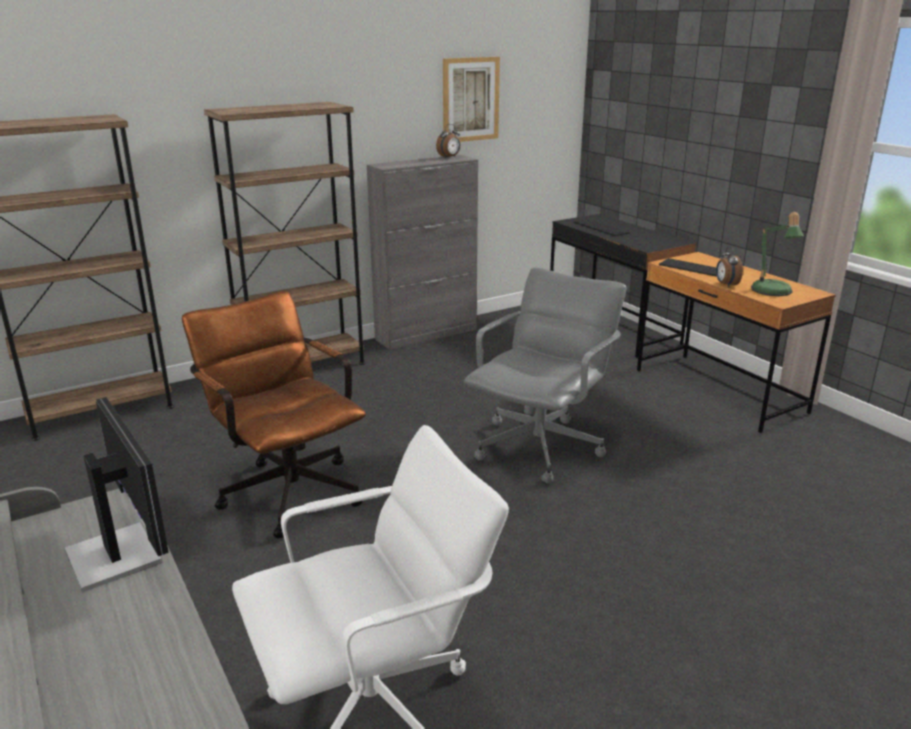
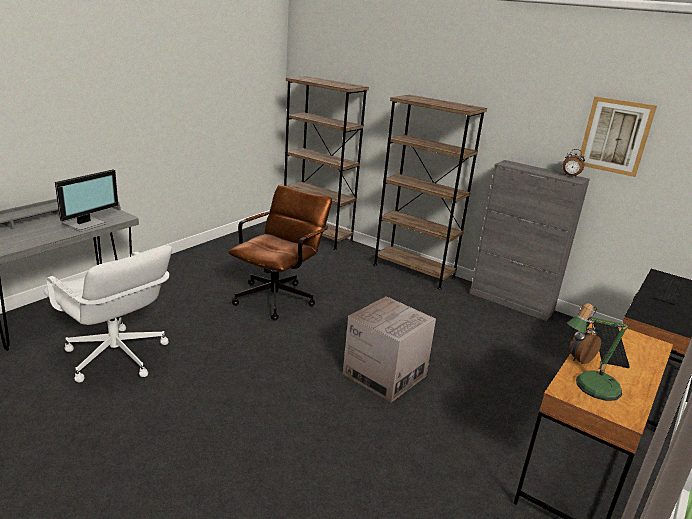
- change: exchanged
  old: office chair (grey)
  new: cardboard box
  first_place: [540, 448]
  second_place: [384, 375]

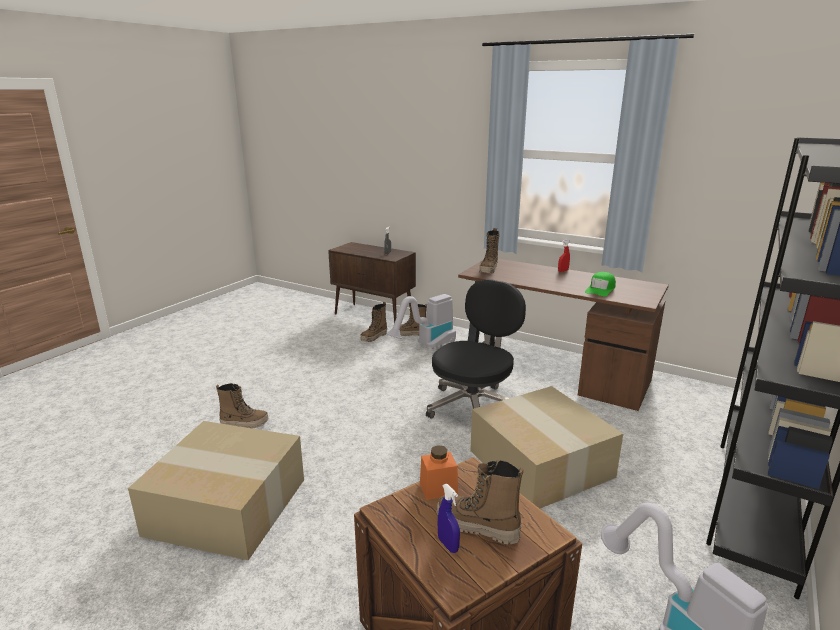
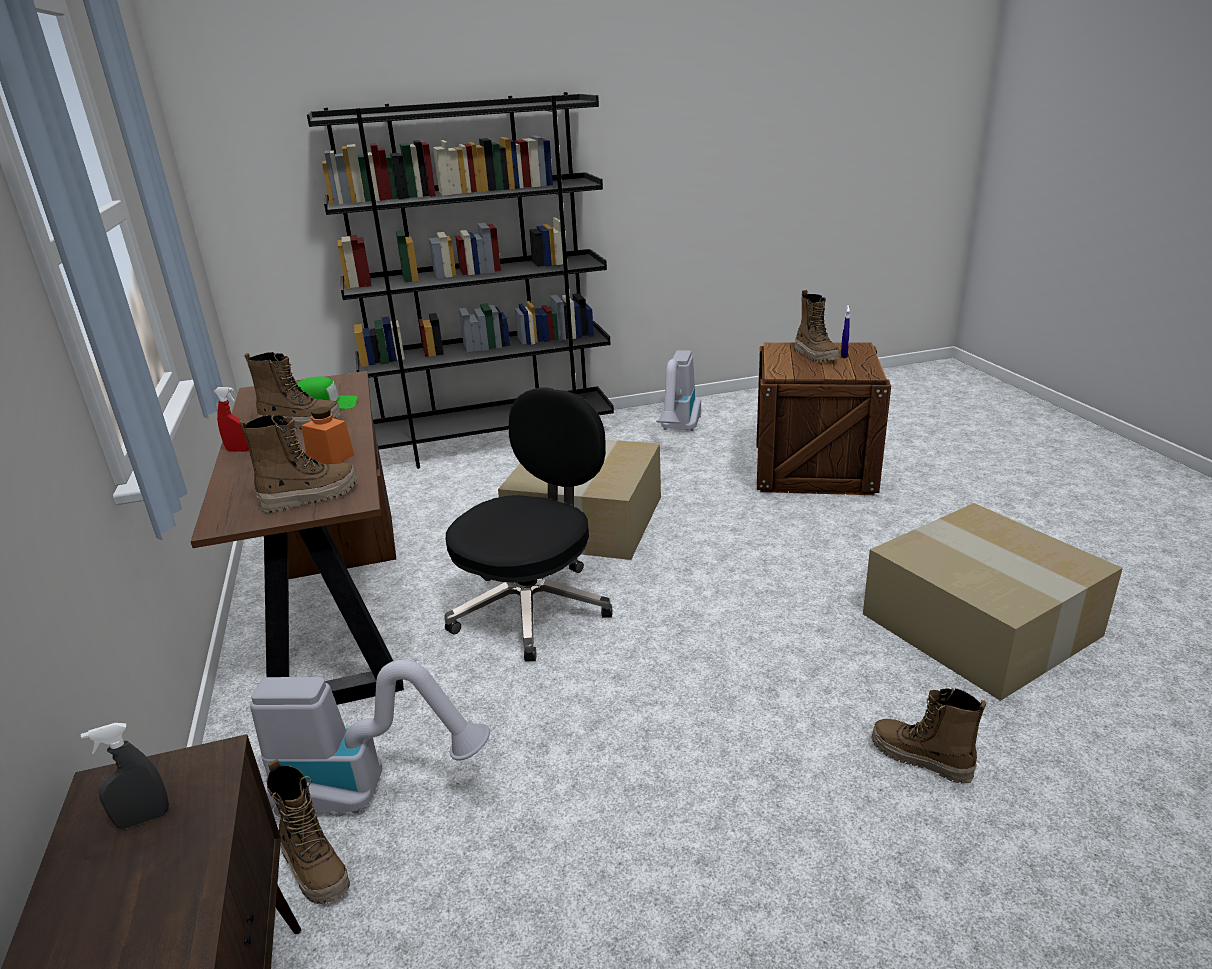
- change: spun
  old: office chair (black)
  first_place: [474, 406]
  second_place: [533, 607]
  degrees: 135
- change: relocated
  old: boot
  first_place: [374, 337]
  second_place: [301, 425]
- change: relocated
  old: jar (orange)
  first_place: [438, 488]
  second_place: [331, 457]

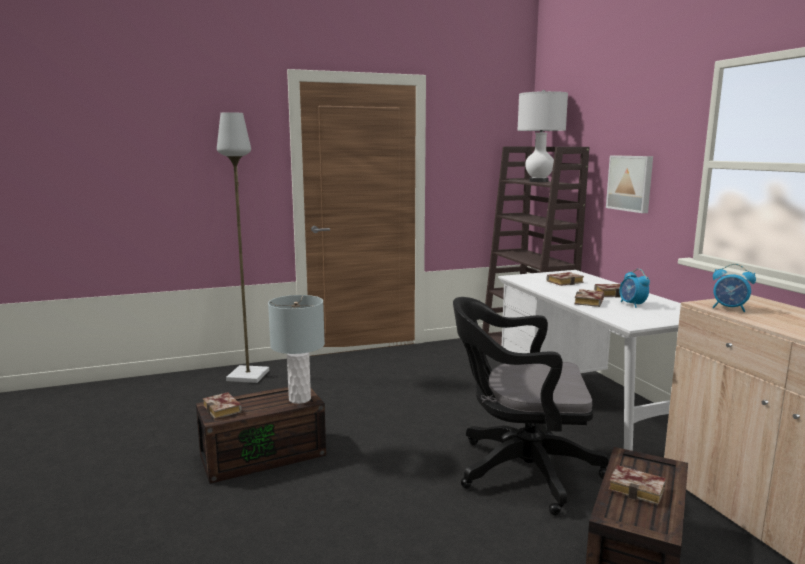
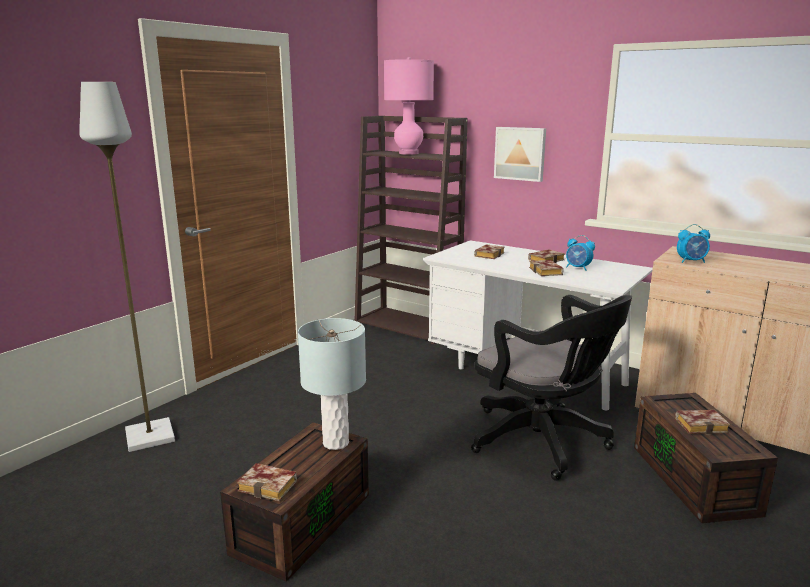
- change: colour
  old: table lamp (white)
  new: table lamp (pink)
  first_place: [538, 181]
  second_place: [408, 153]
- change: spun
  old: office chair (black)
  first_place: [519, 470]
  second_place: [543, 442]
  degrees: -105

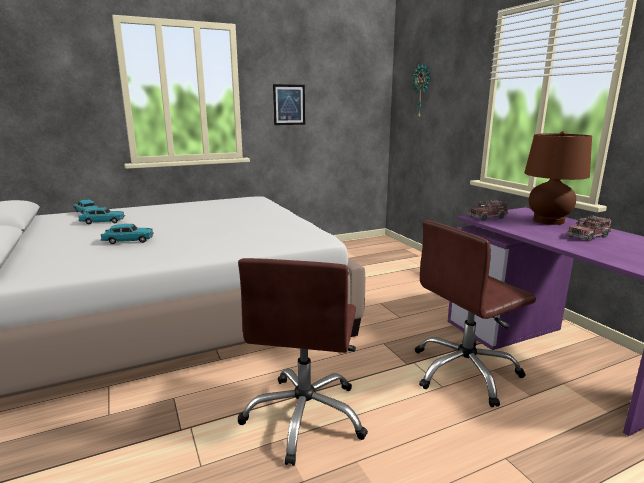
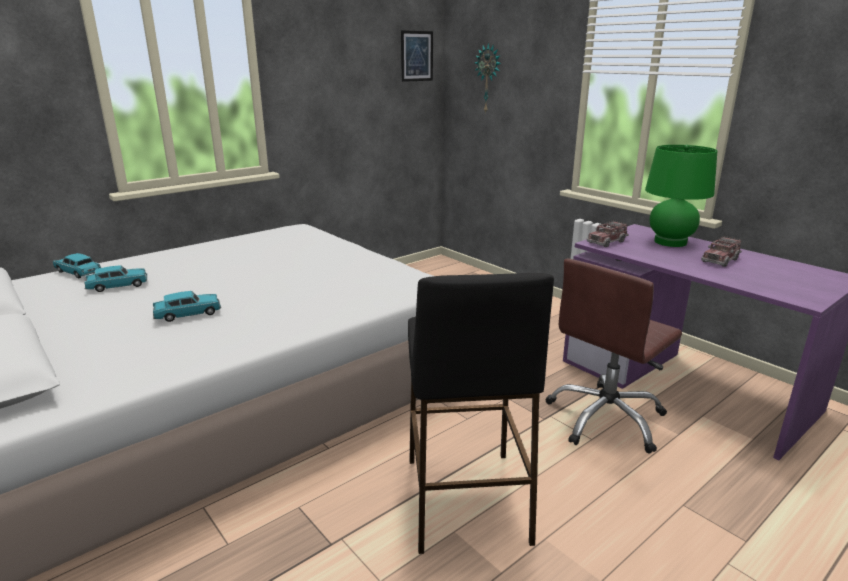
- change: relocated
  old: picture
  first_place: [289, 104]
  second_place: [416, 56]
- change: colour
  old: table lamp (brown)
  new: table lamp (green)
  first_place: [548, 221]
  second_place: [670, 242]
- change: exchanged
  old: office chair (brown)
  new: stool (black)
  first_place: [305, 416]
  second_place: [466, 500]

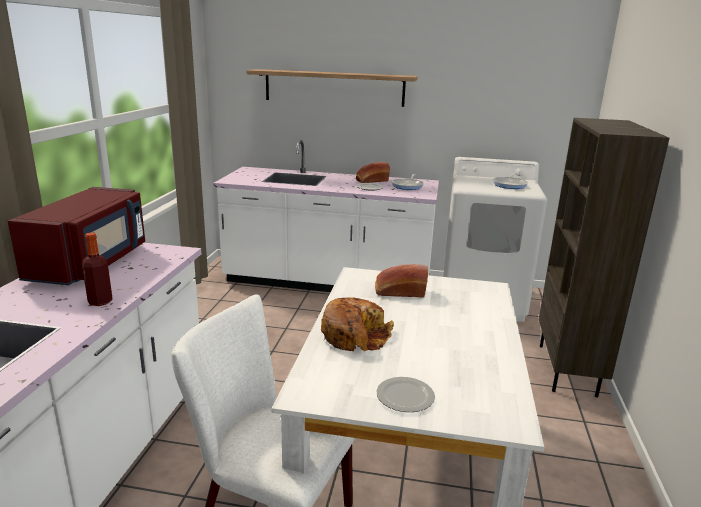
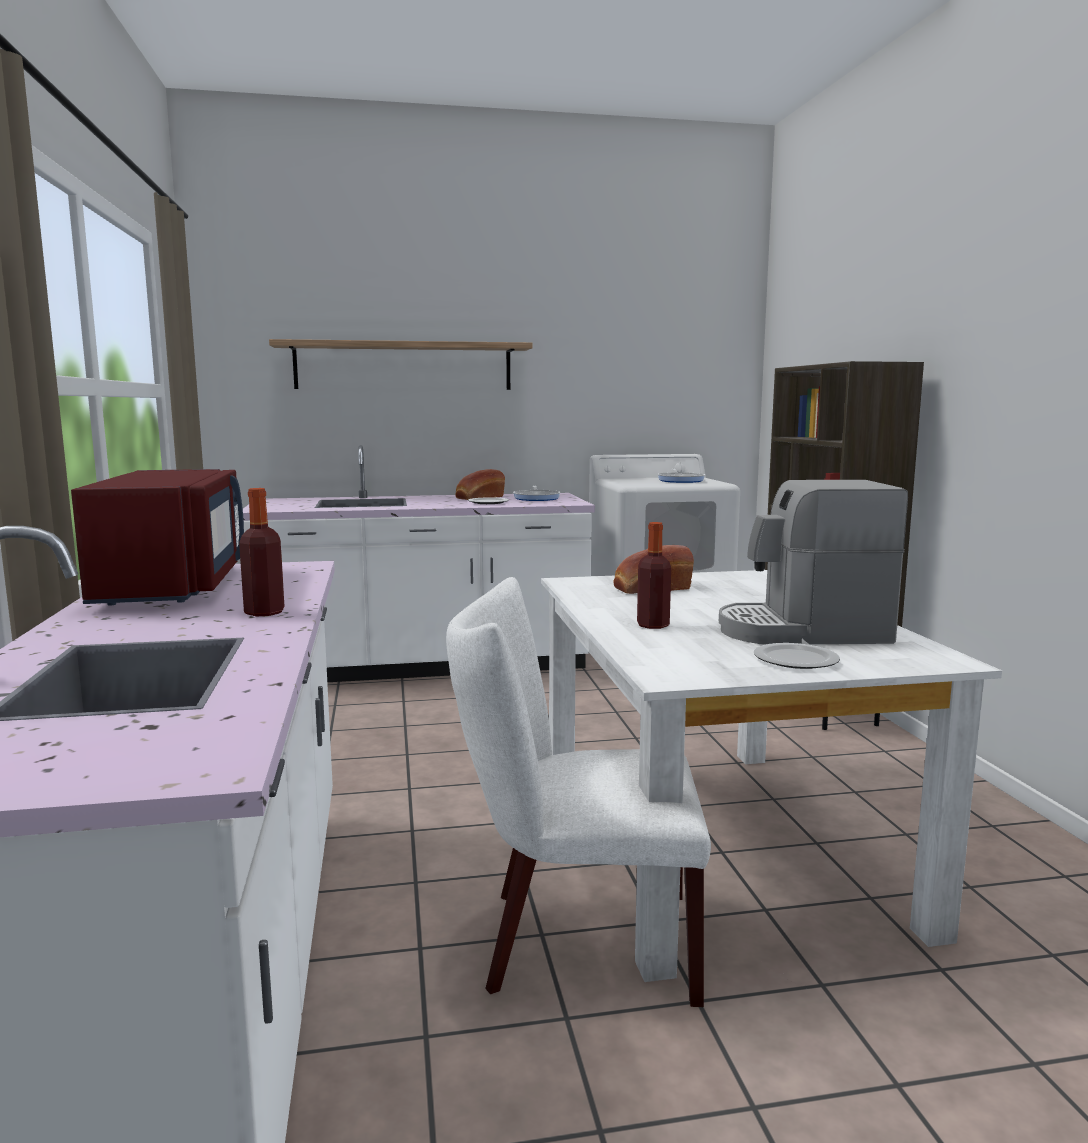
- change: exchanged
  old: bread
  new: bottle
  first_place: [355, 335]
  second_place: [653, 625]
- change: appeared
  new: coffee machine
  second_place: [802, 631]

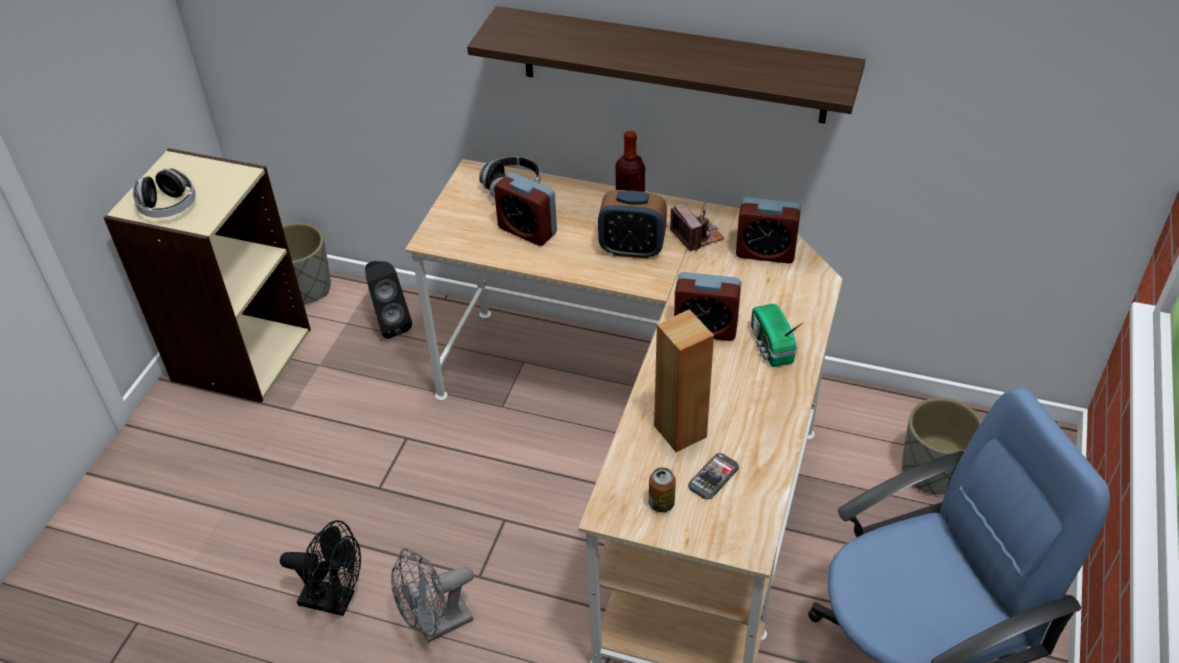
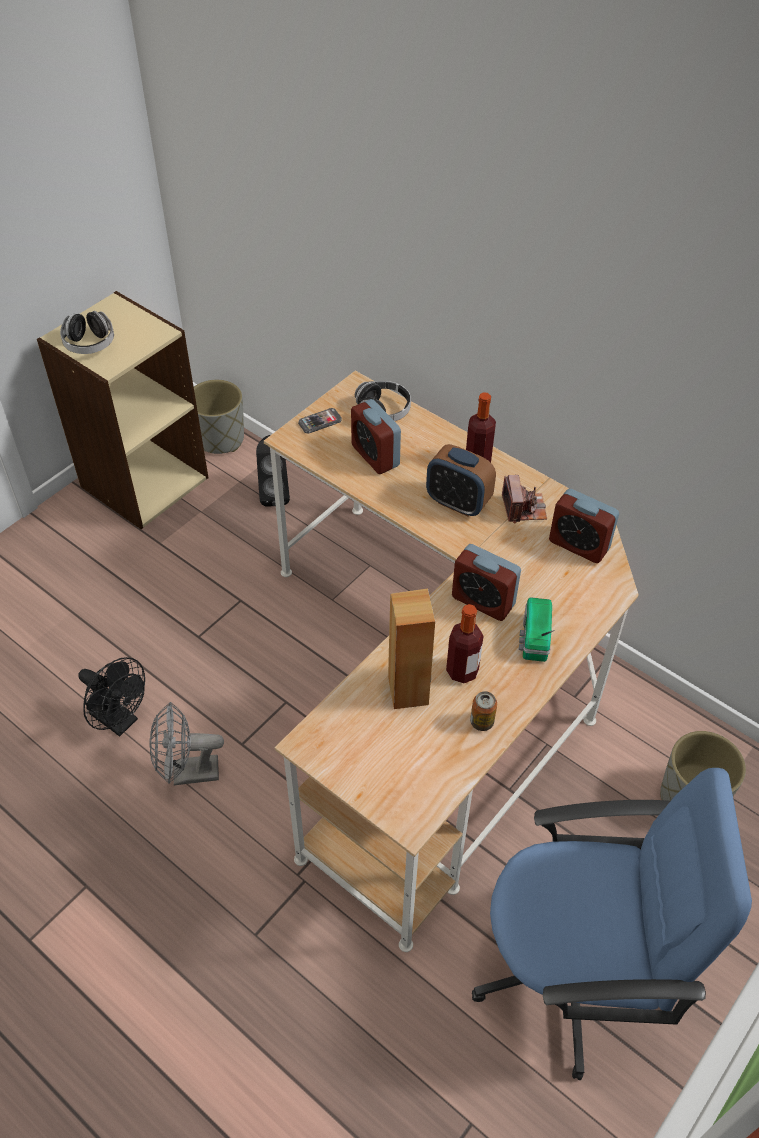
- change: missing
  old: shelf
  first_place: [672, 65]
- change: relocated
  old: phone
  first_place: [713, 477]
  second_place: [320, 422]
- change: relocated
  old: can
  first_place: [661, 503]
  second_place: [482, 722]
- change: appeared
  new: bottle
  second_place: [462, 671]

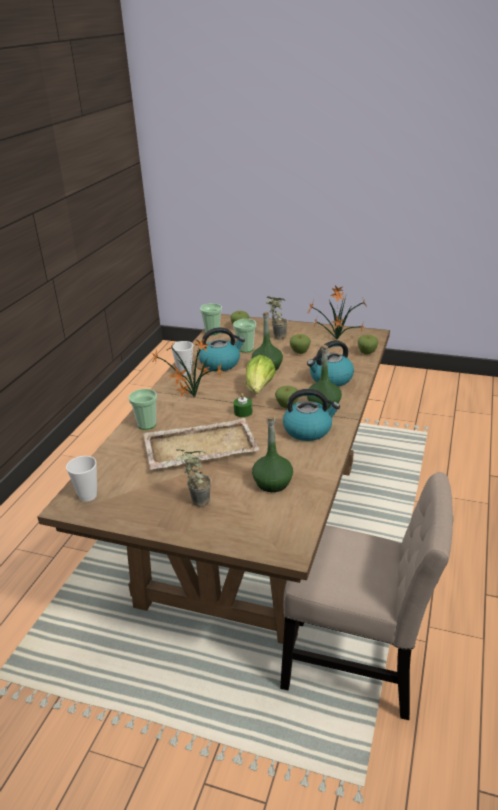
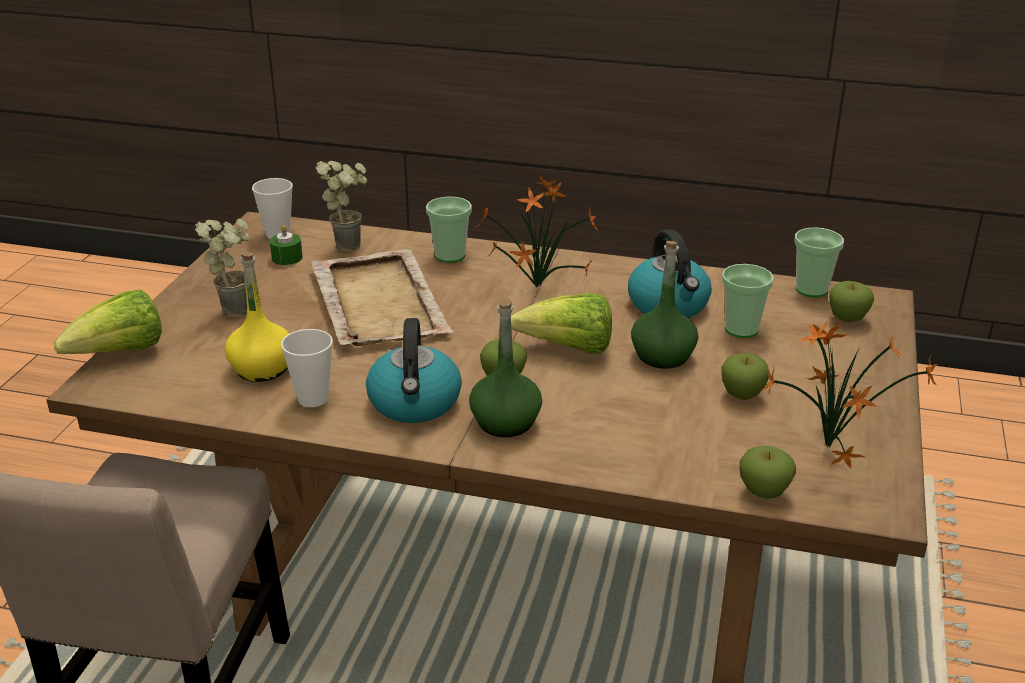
- change: relocated
  old: potted plant
  first_place: [276, 337]
  second_place: [350, 244]
- change: missing
  old: kettle
  first_place: [330, 379]
- change: relocated
  old: cup
  first_place: [184, 372]
  second_place: [313, 399]
- change: relocated
  old: candle (green)
  first_place: [243, 412]
  second_place: [287, 258]
- change: colour
  old: bottle (green)
  new: bottle (yellow)
  first_place: [272, 483]
  second_place: [262, 368]
- change: appeared
  new: lettuce
  second_place: [120, 353]

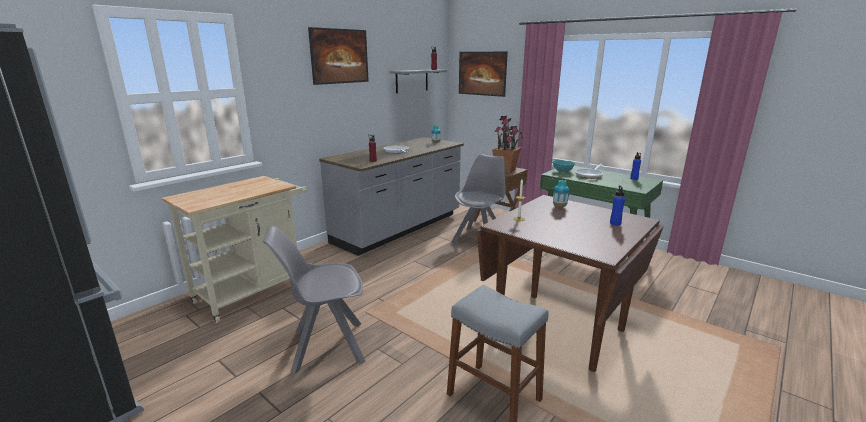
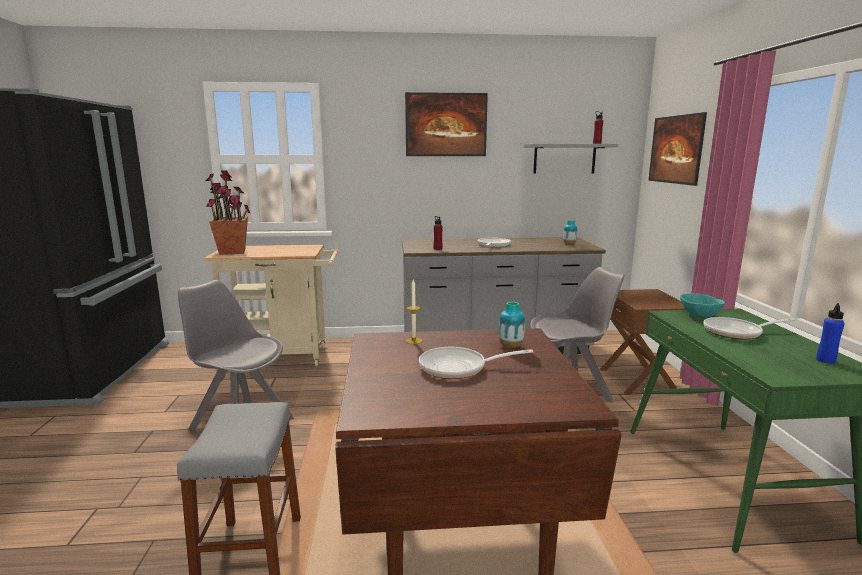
- change: relocated
  old: potted plant
  first_place: [505, 170]
  second_place: [232, 252]
- change: missing
  old: bottle (blue)
  first_place: [615, 223]
- change: appeared
  new: frying pan
  second_place: [458, 368]

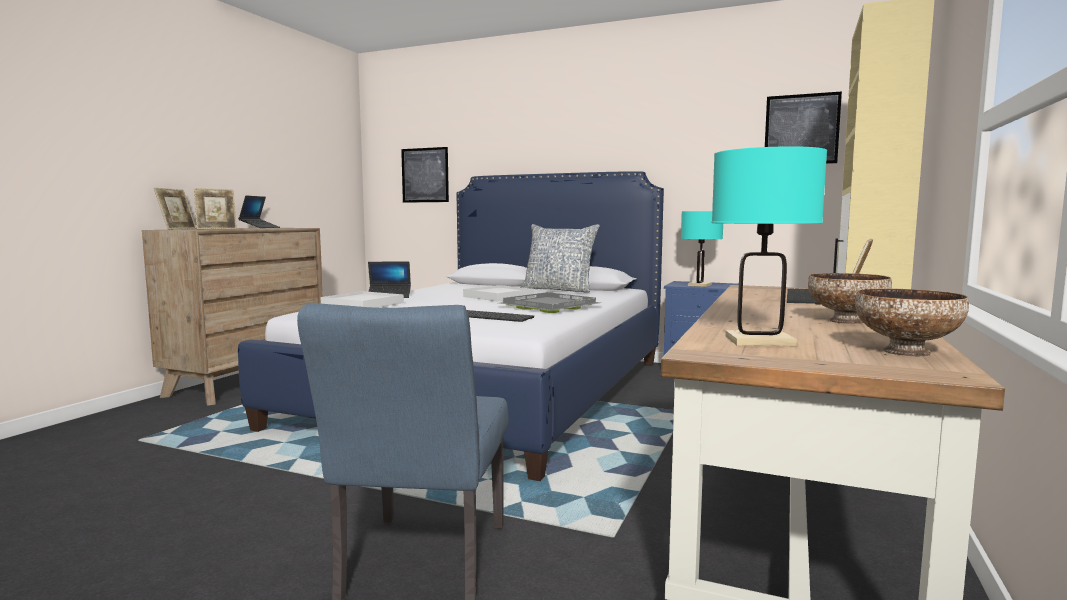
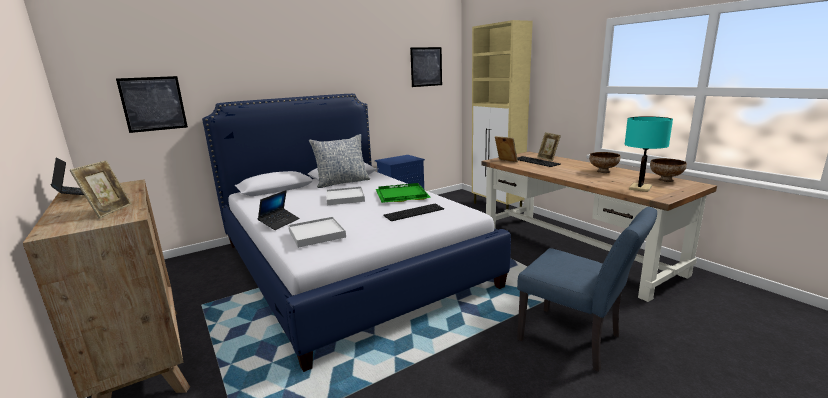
- change: relocated
  old: picture frame
  first_place: [177, 229]
  second_place: [505, 161]
- change: missing
  old: table lamp (turquoise)
  first_place: [699, 285]
- change: colour
  old: tray (grey)
  new: tray (green)
  first_place: [549, 306]
  second_place: [401, 195]

